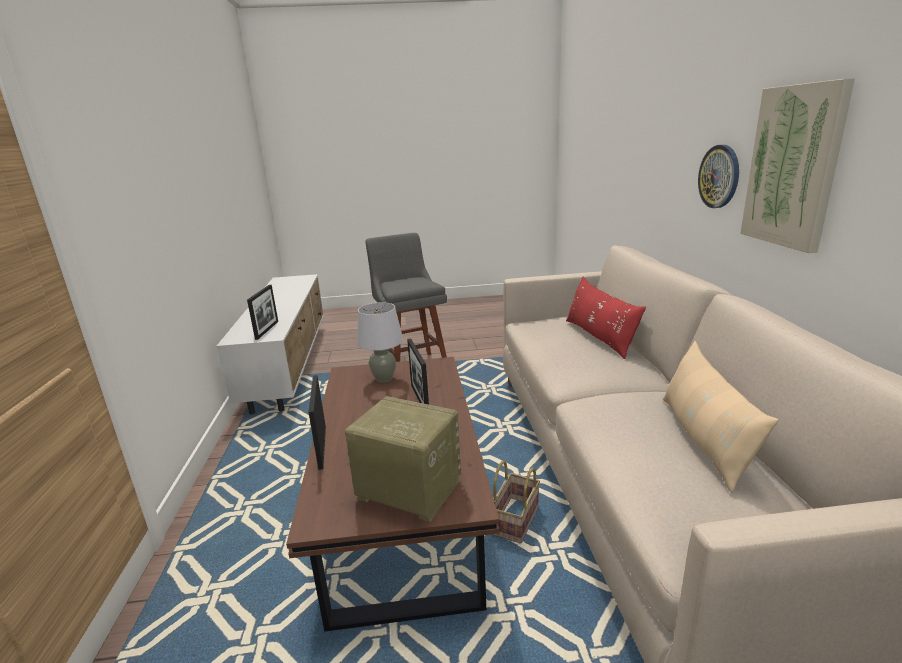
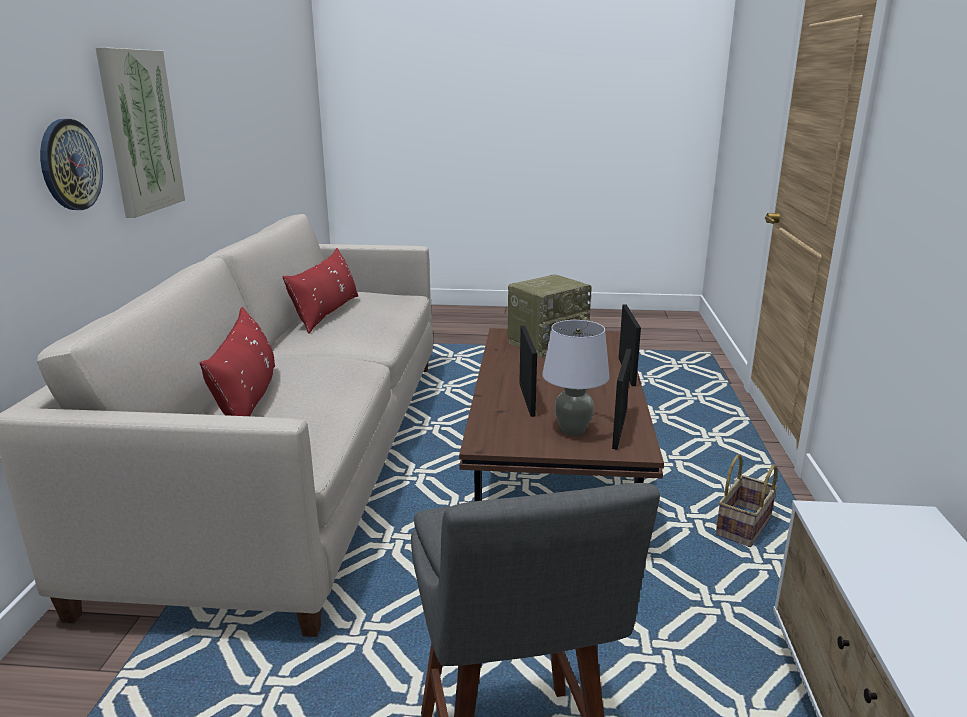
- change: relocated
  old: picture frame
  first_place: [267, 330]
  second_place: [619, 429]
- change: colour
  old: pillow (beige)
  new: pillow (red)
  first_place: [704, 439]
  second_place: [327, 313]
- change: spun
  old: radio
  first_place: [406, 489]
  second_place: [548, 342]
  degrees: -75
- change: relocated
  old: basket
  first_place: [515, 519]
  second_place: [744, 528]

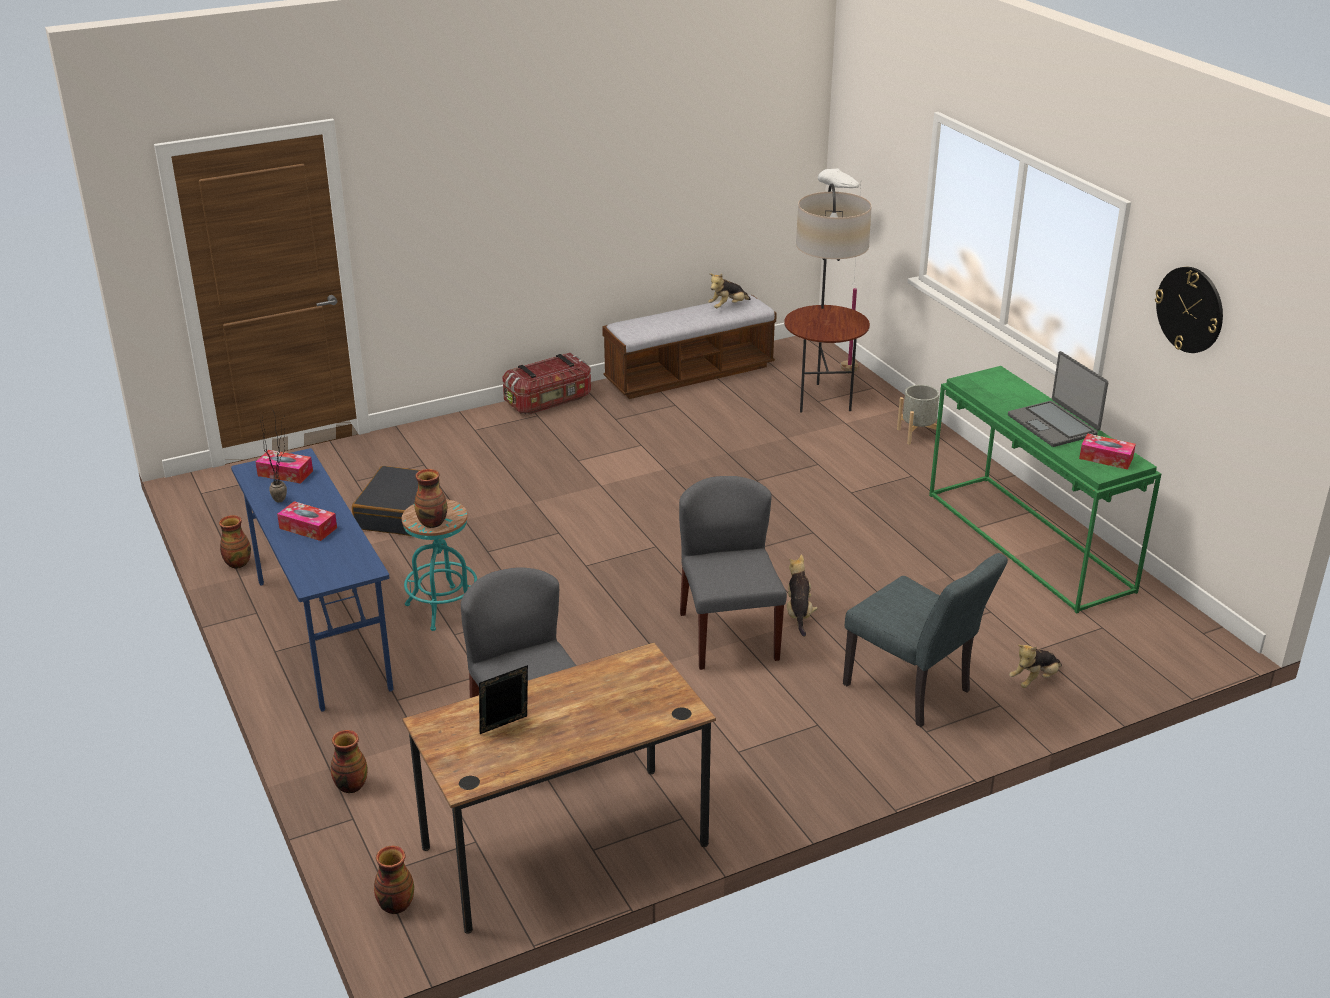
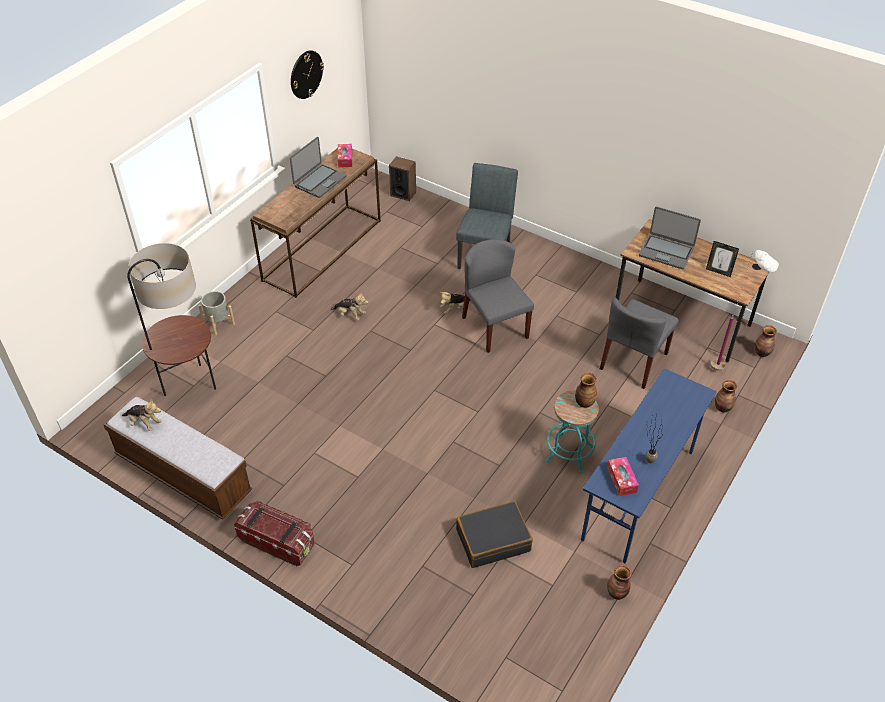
- change: relocated
  old: floor lamp (white)
  first_place: [833, 371]
  second_place: [723, 377]
- change: colour
  old: console table (green)
  new: console table (brown)
  first_place: [1030, 542]
  second_place: [322, 249]
- change: spun
  old: chair (grey)
  first_place: [728, 635]
  second_place: [494, 327]
  degrees: 105
- change: missing
  old: tissue box
  first_place: [308, 528]
- change: relocated
  old: plush toy
  first_place: [1034, 680]
  second_place: [350, 315]
- change: appeared
  new: speaker
  second_place: [403, 193]
- change: appeared
  new: laptop
  second_place: [666, 252]

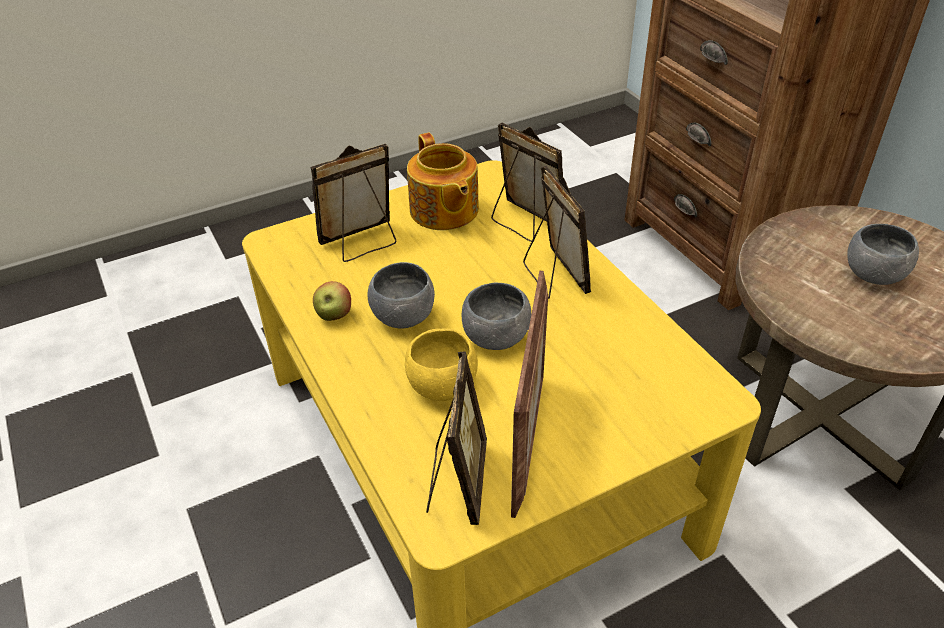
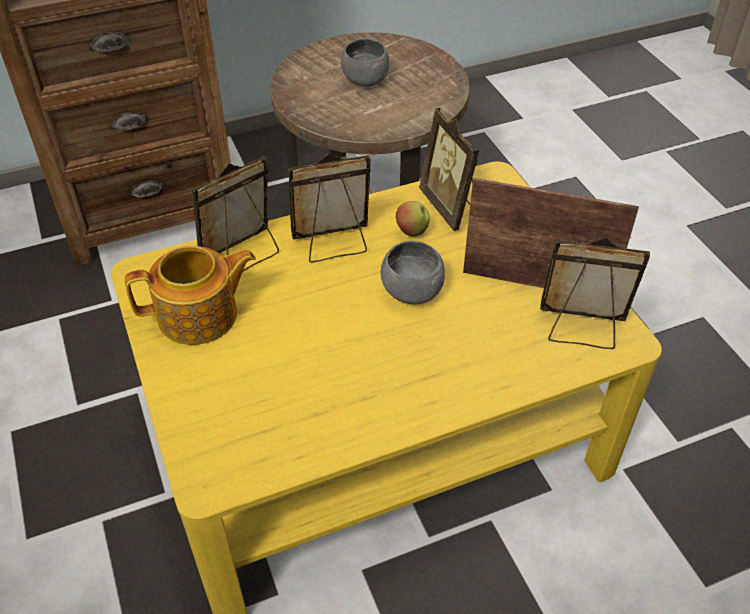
- change: relocated
  old: picture frame
  first_place: [362, 243]
  second_place: [451, 207]
- change: missing
  old: bowl (grey)
  first_place: [403, 316]
- change: relocated
  old: apple
  first_place: [334, 316]
  second_place: [412, 231]
- change: missing
  old: bowl (yellow)
  first_place: [442, 385]

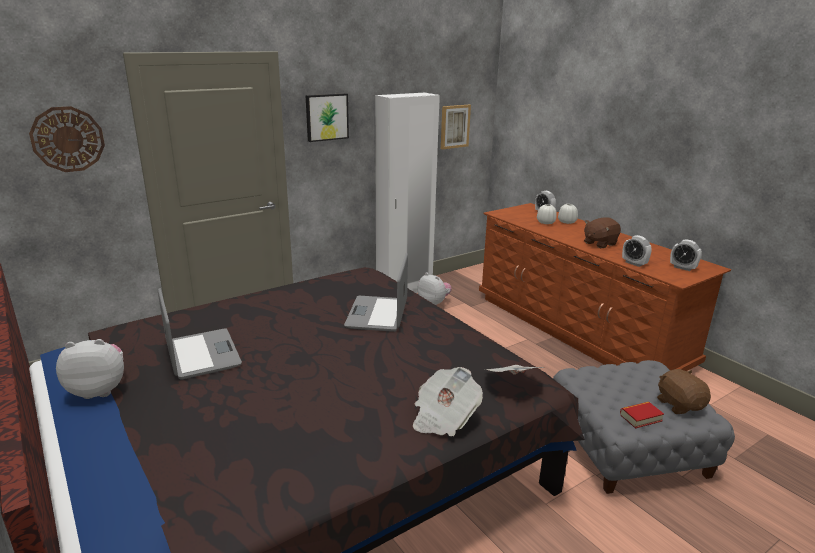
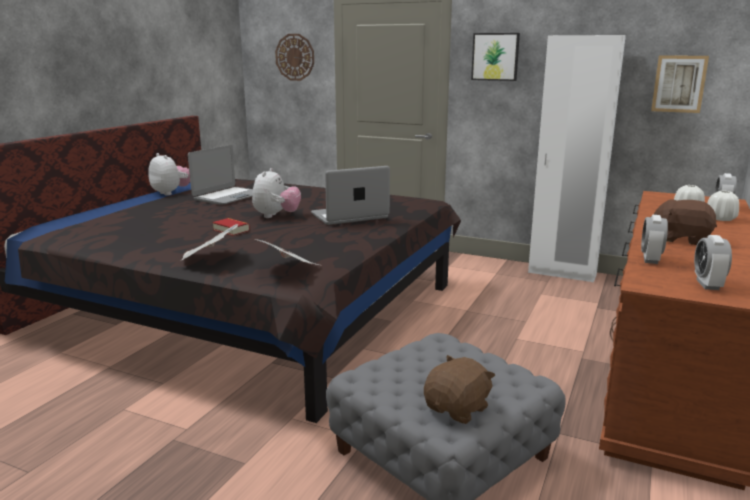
- change: relocated
  old: plush toy
  first_place: [434, 303]
  second_place: [276, 216]
- change: relocated
  old: book
  first_place: [640, 417]
  second_place: [231, 230]

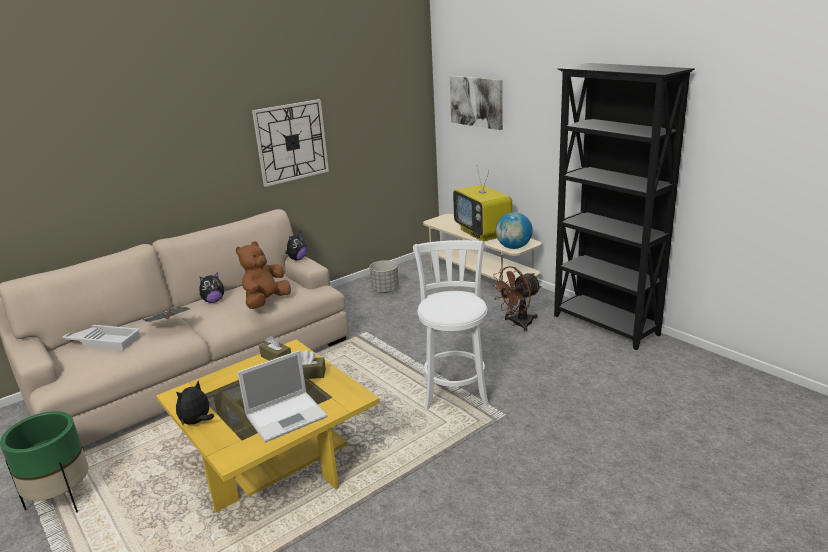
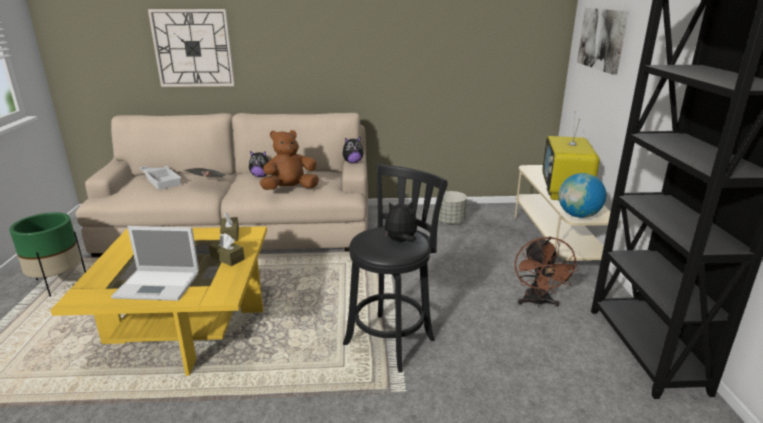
- change: relocated
  old: wall clock
  first_place: [291, 142]
  second_place: [193, 48]
- change: colour
  old: stool (white)
  new: stool (black)
  first_place: [455, 390]
  second_place: [392, 339]
- change: spun
  old: fan (brown)
  first_place: [517, 324]
  second_place: [537, 303]
  degrees: -90
- change: relocated
  old: plush toy
  first_place: [197, 422]
  second_place: [401, 241]

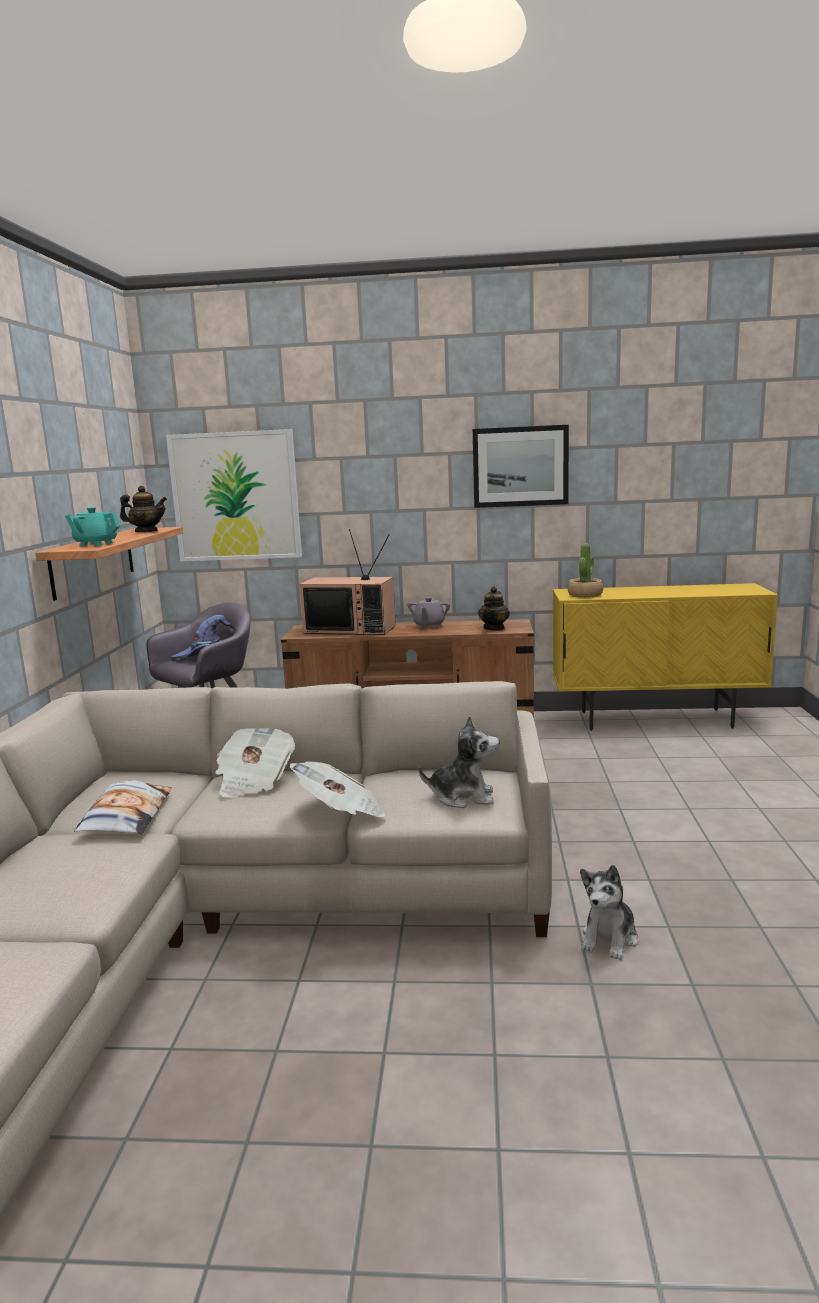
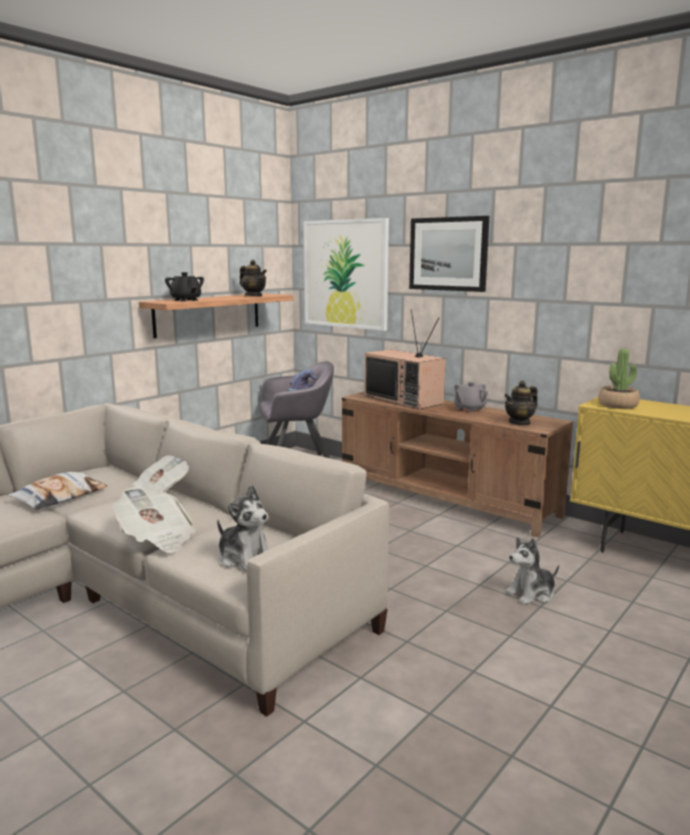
- change: relocated
  old: picture
  first_place: [520, 466]
  second_place: [448, 254]
- change: colour
  old: teapot (turquoise)
  new: teapot (black)
  first_place: [96, 544]
  second_place: [186, 300]
- change: relocated
  old: plush toy
  first_place: [609, 939]
  second_place: [532, 594]

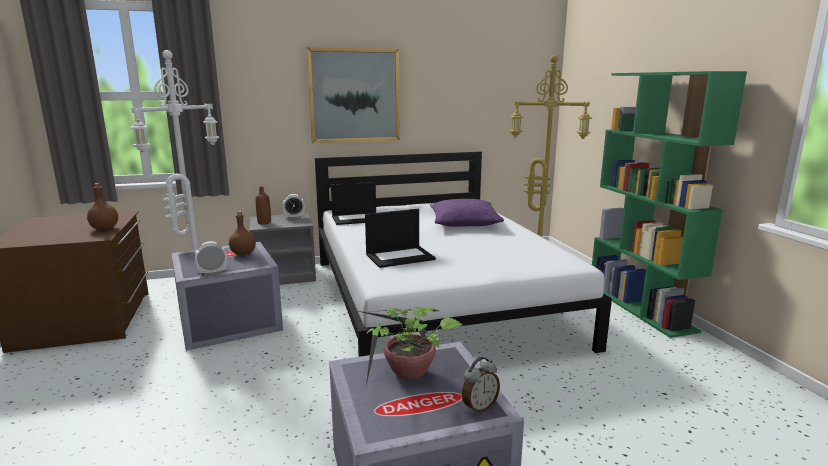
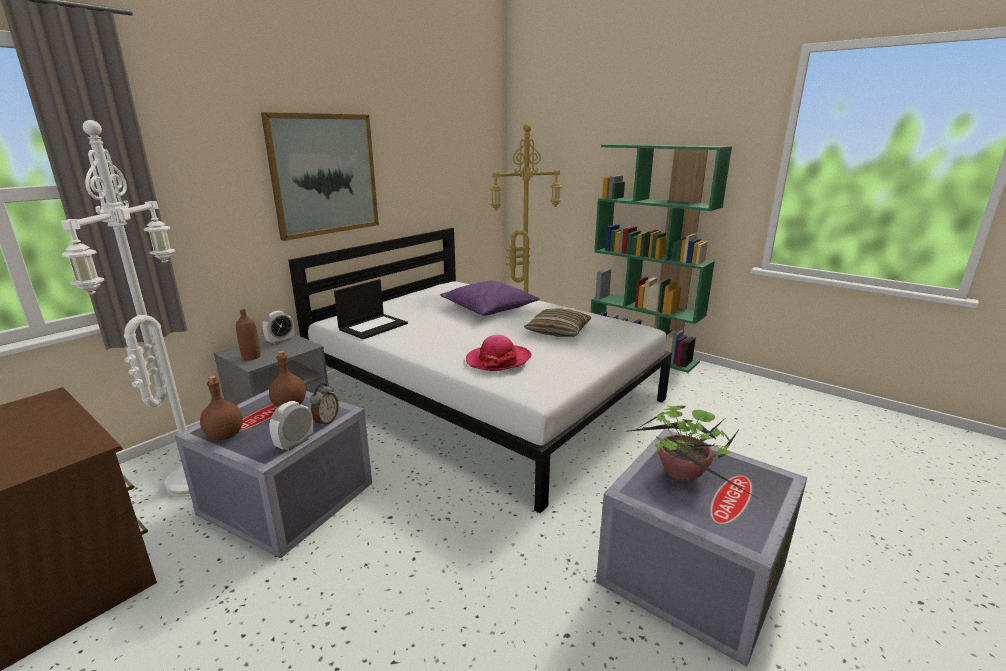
- change: relocated
  old: bottle (brown)
  first_place: [104, 228]
  second_place: [225, 436]
- change: exchanged
  old: laptop
  new: hat
  first_place: [400, 256]
  second_place: [498, 360]
- change: relocated
  old: alarm clock
  first_place: [479, 407]
  second_place: [326, 421]
- change: appeared
  new: pillow
  second_place: [558, 331]

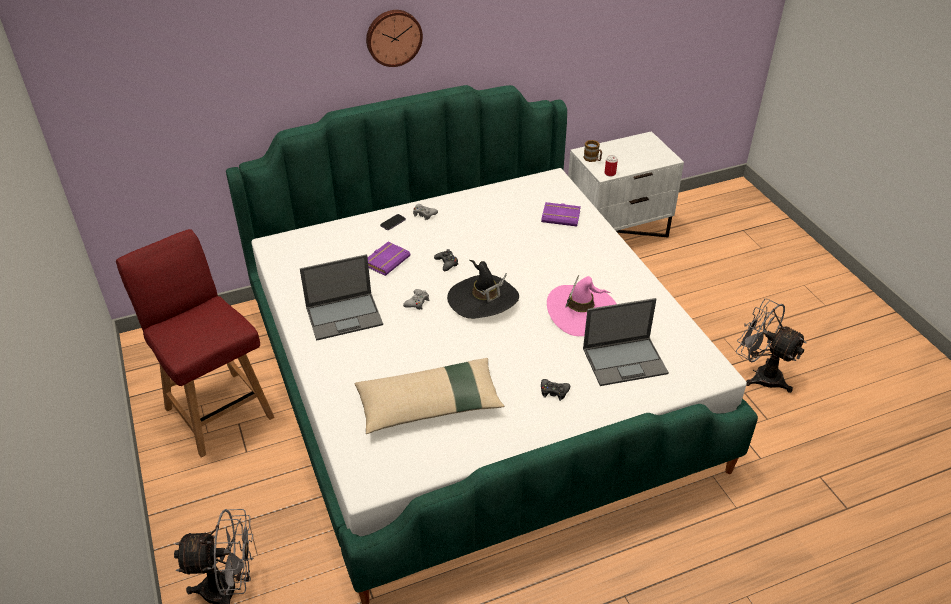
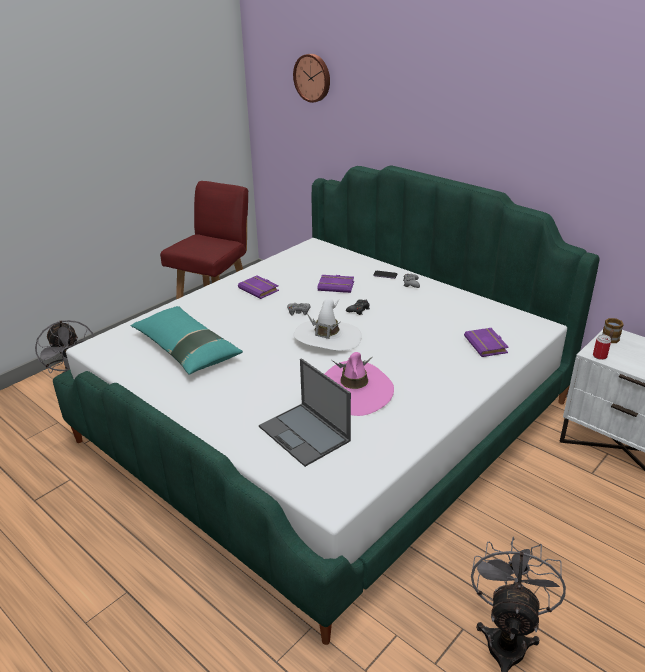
- change: relocated
  old: wall clock
  first_place: [393, 37]
  second_place: [313, 77]
- change: exchanged
  old: laptop
  new: book (purple)
  first_place: [345, 316]
  second_place: [260, 290]
- change: colour
  old: hat (black)
  new: hat (white)
  first_place: [483, 299]
  second_place: [327, 338]
- change: colour
  old: pillow (beige)
  new: pillow (turquoise)
  first_place: [430, 404]
  second_place: [186, 349]
- change: missing
  old: game controller (black)
  first_place: [554, 392]

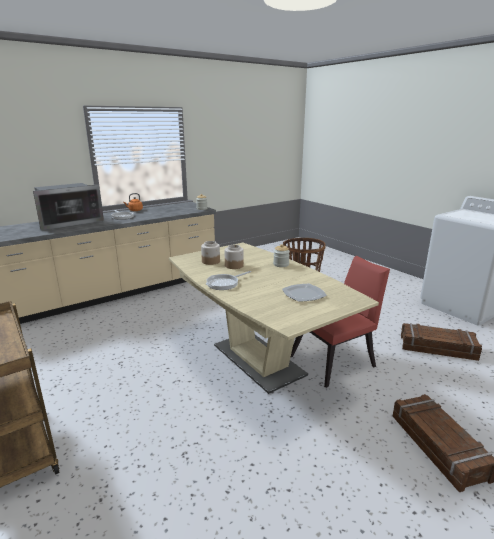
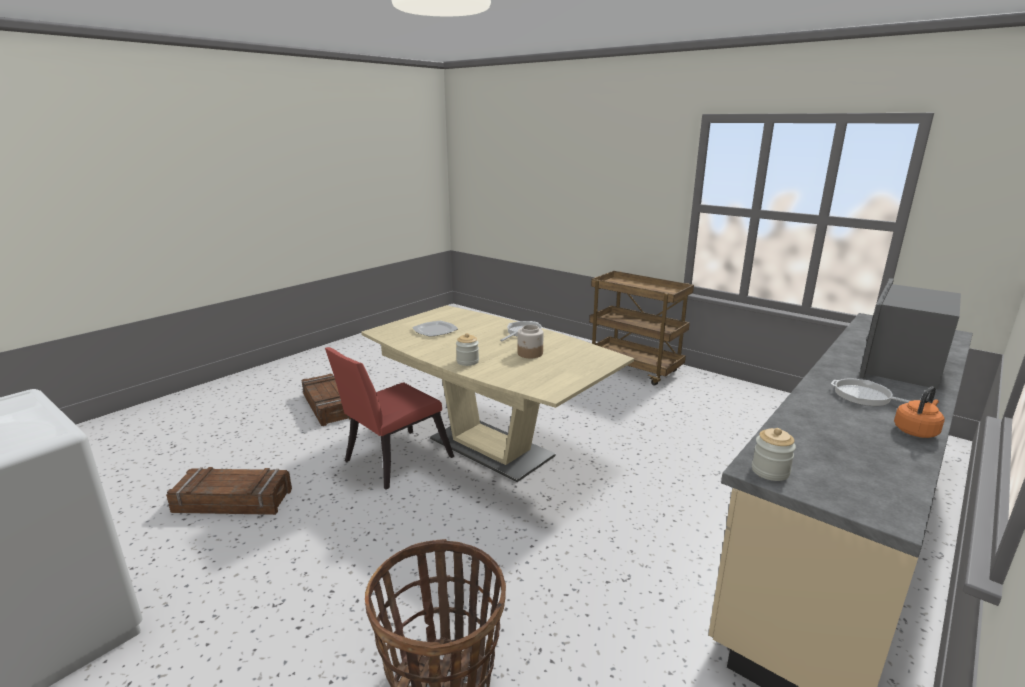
- change: missing
  old: jar
  first_place: [211, 261]

